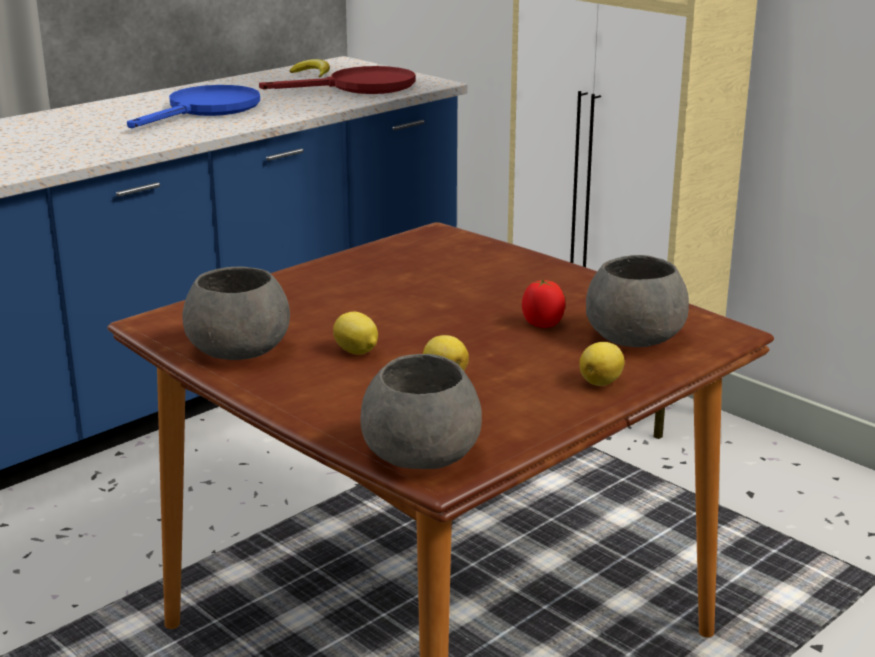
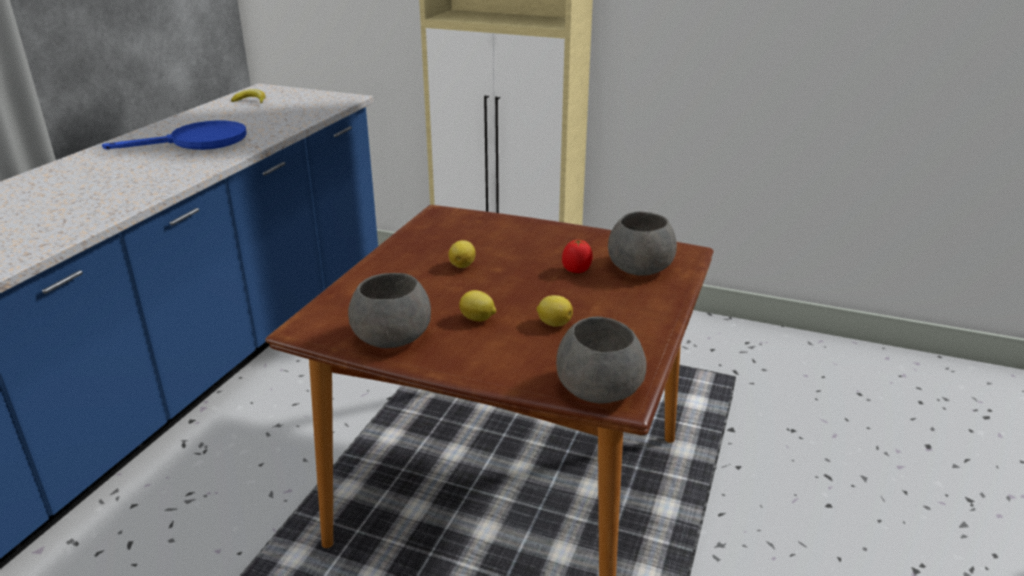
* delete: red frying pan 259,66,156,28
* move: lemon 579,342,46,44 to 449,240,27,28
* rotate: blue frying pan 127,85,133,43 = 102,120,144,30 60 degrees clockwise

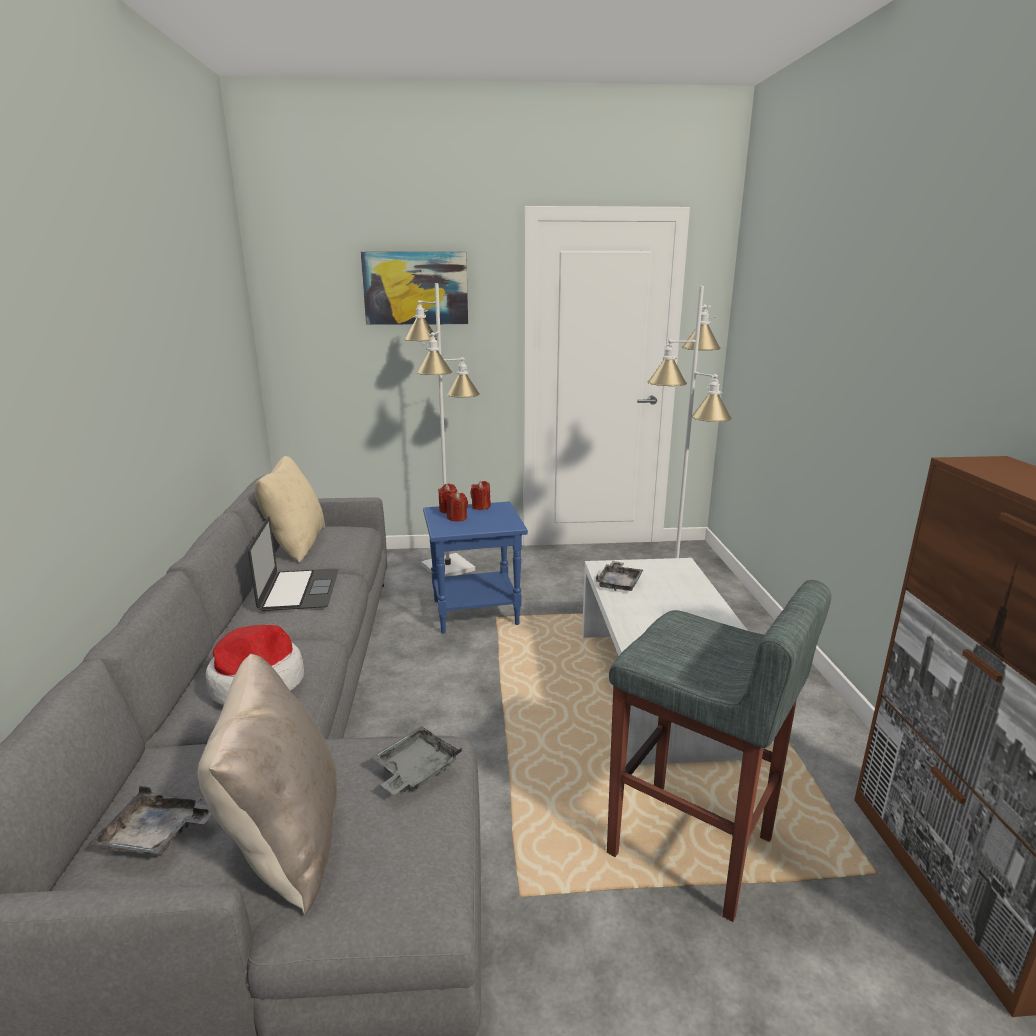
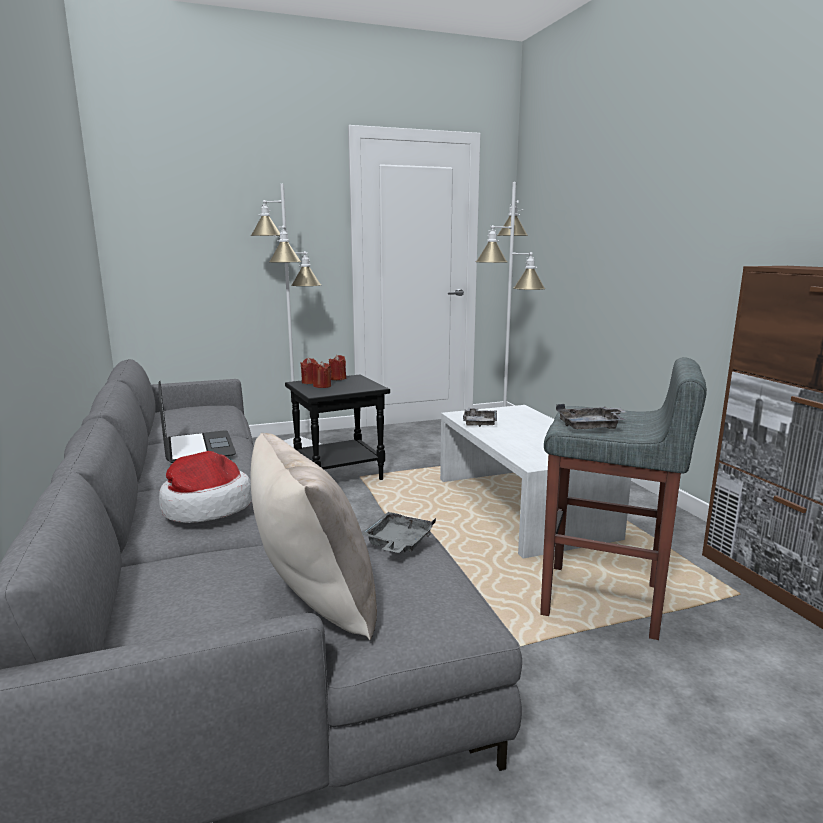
* delete: beige pillow 255,456,70,107
* delete: picture 361,252,107,73
* move: grey tray 88,786,124,70 to 556,404,70,25
* recolor: blue side table 423,501,105,133 to black side table 285,375,105,105

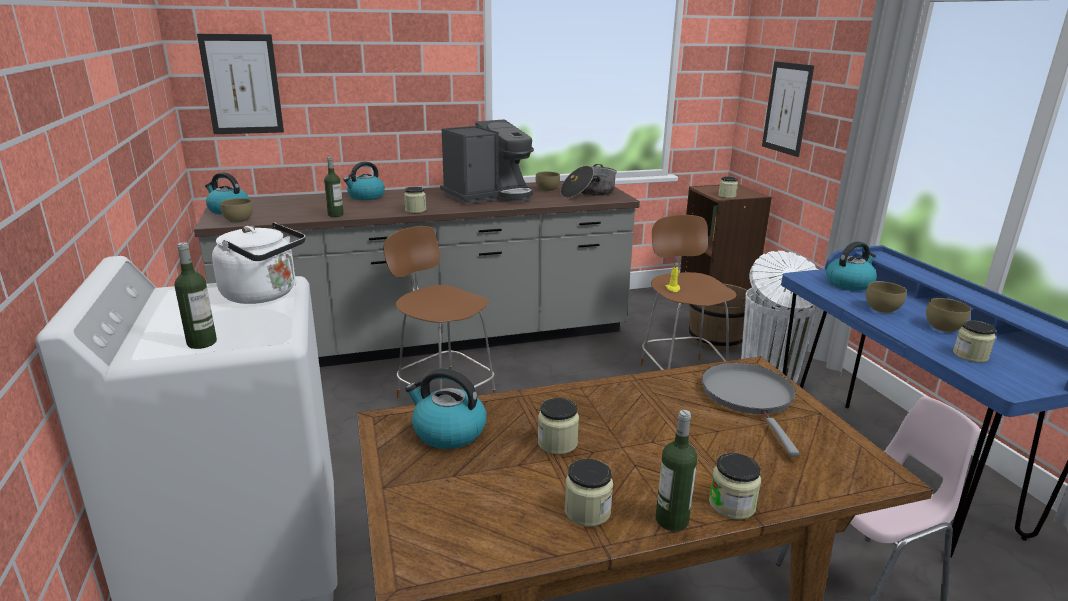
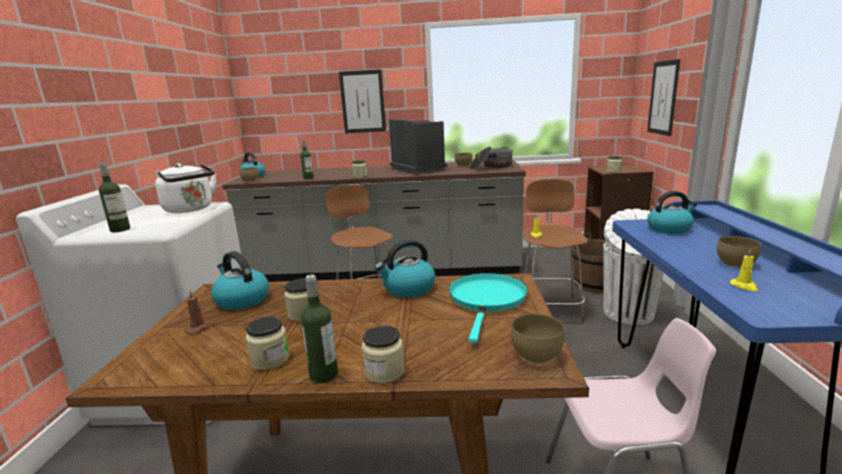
* insert: brown candle 185,290,29,44
* move: picture 197,34,87,100 to 339,69,47,64
* move: kettle 343,161,42,39 to 375,240,60,57
* move: brown bowl 866,281,41,32 to 511,313,54,51
* replace: jar 953,320,43,43 to yellow candle 730,248,28,43
* recolor: grey frying pan 702,363,97,93 to turquoise frying pan 449,273,78,70
* rotate: coffee machine 440,119,94,85 = 389,119,58,55 105 degrees counterclockwise

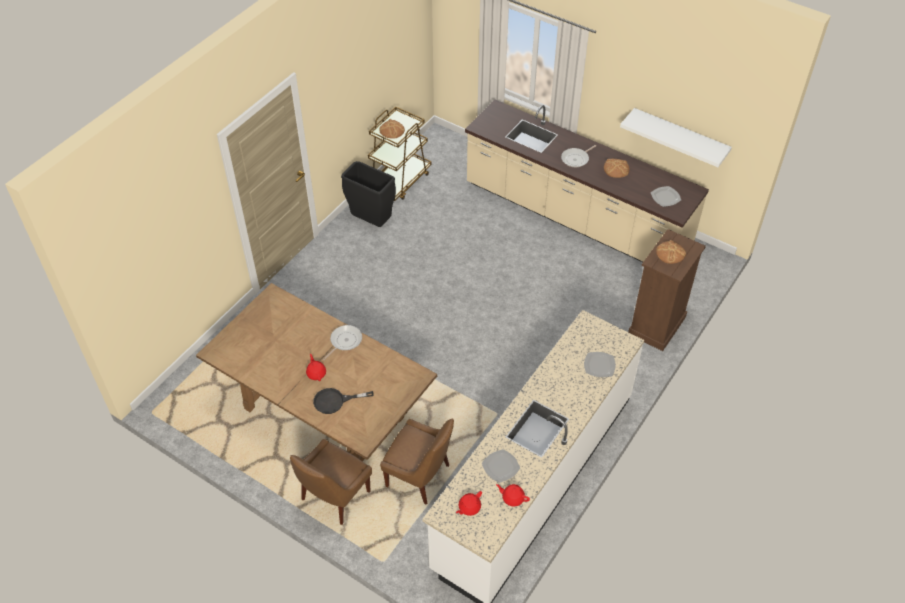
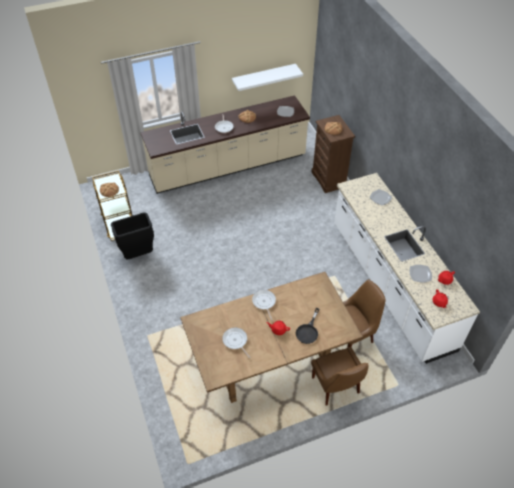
* insert: frying pan 222,328,28,30

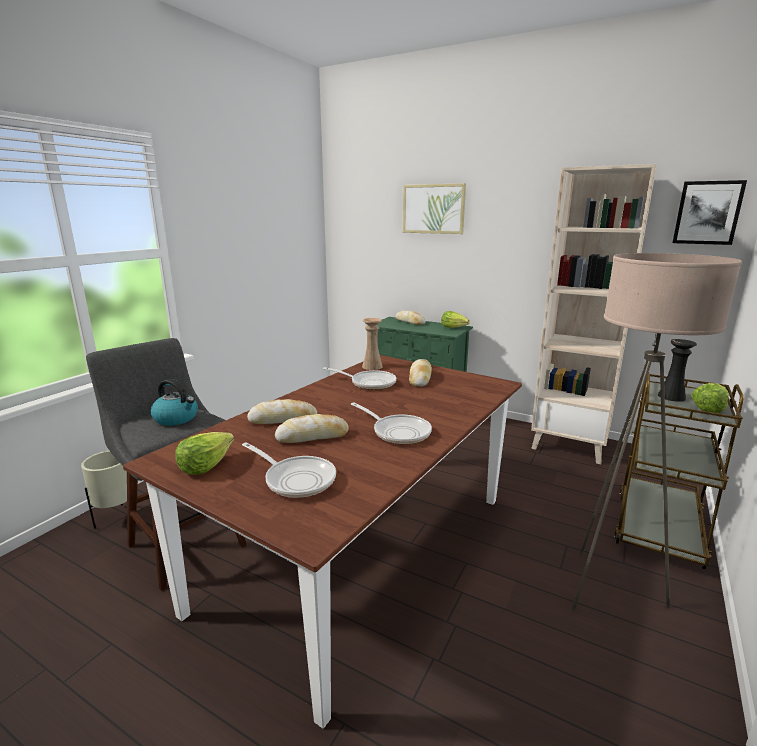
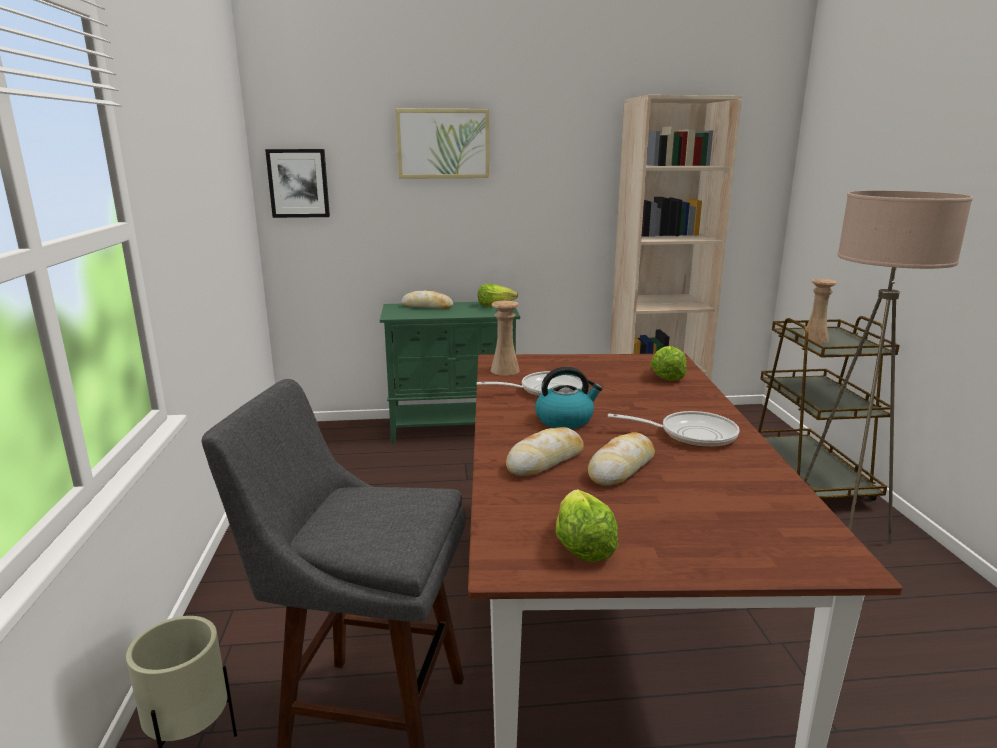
* delete: frying pan 242,442,94,56
* delete: bread 409,359,23,28
* move: kettle 151,379,47,47 to 535,367,68,62
* move: picture 672,180,75,65 to 265,149,65,69
* move: lettuce 691,383,38,30 to 651,346,36,35
* recolor: black vase 658,339,39,63 to beige vase 802,279,35,64

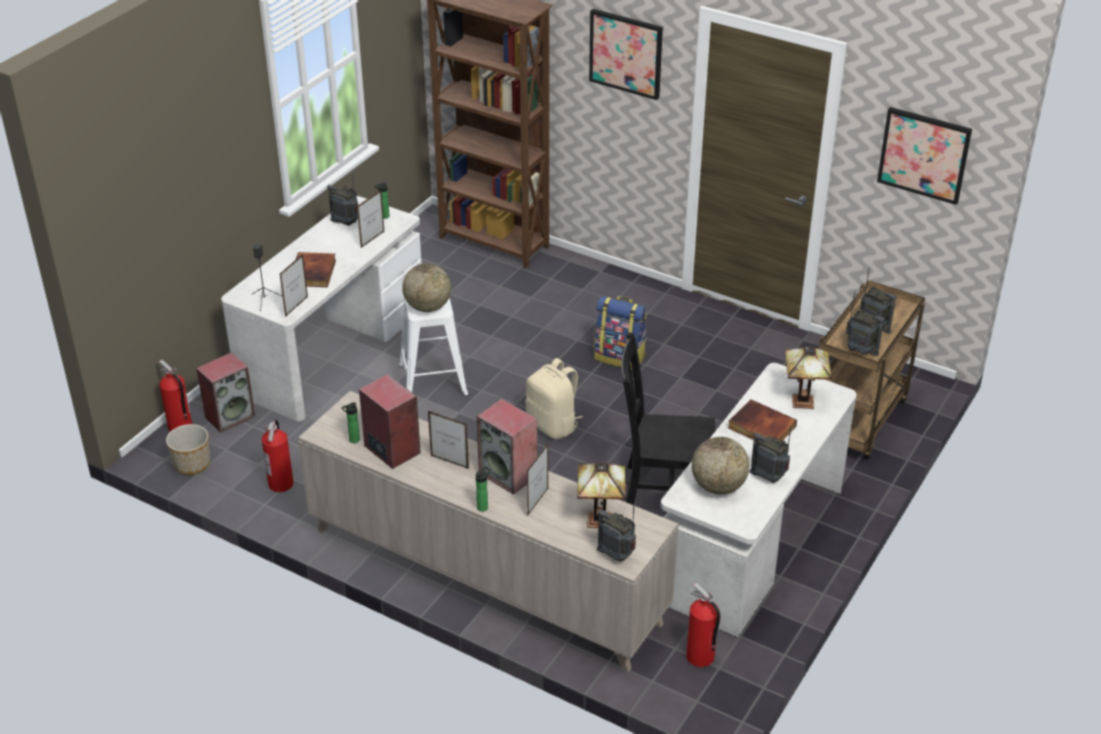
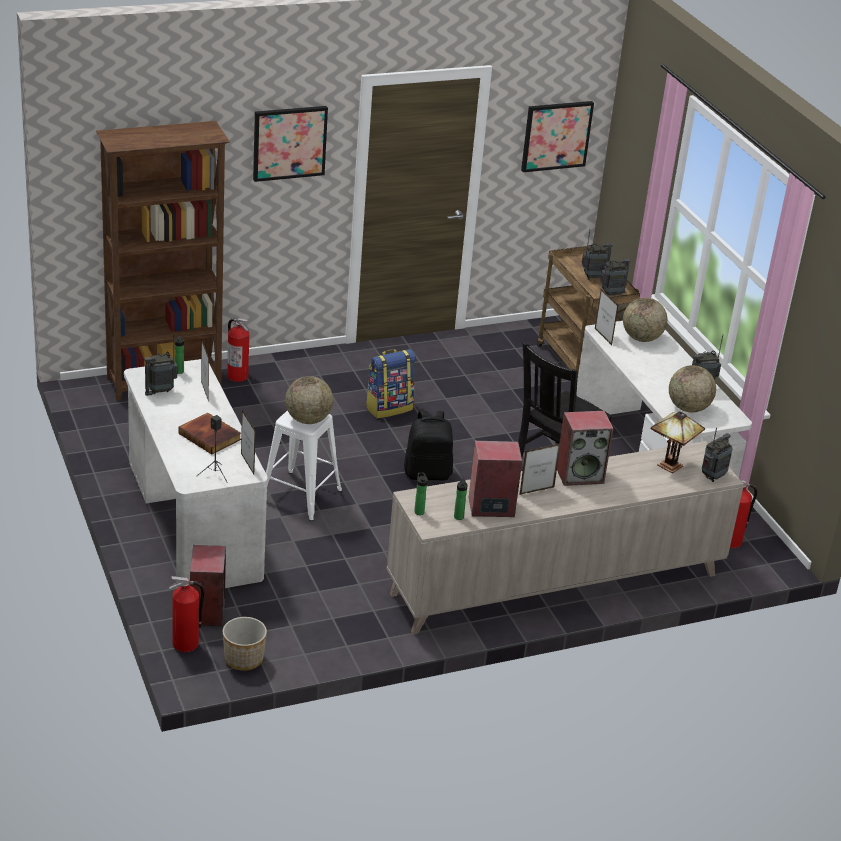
* delete: book 728,399,69,42
* move: fire extinguisher 262,419,32,73 to 227,318,22,64
* move: bottle 476,467,15,45 to 414,473,14,42
* move: picture frame 527,444,21,71 to 595,289,23,56
* replace: table lamp 785,346,47,63 to globe 623,298,44,44
* recolor: beige backpack 526,358,57,81 to black backpack 404,411,49,69
* rotate: radio 597,505,39,57 = 702,428,31,54 150 degrees clockwise

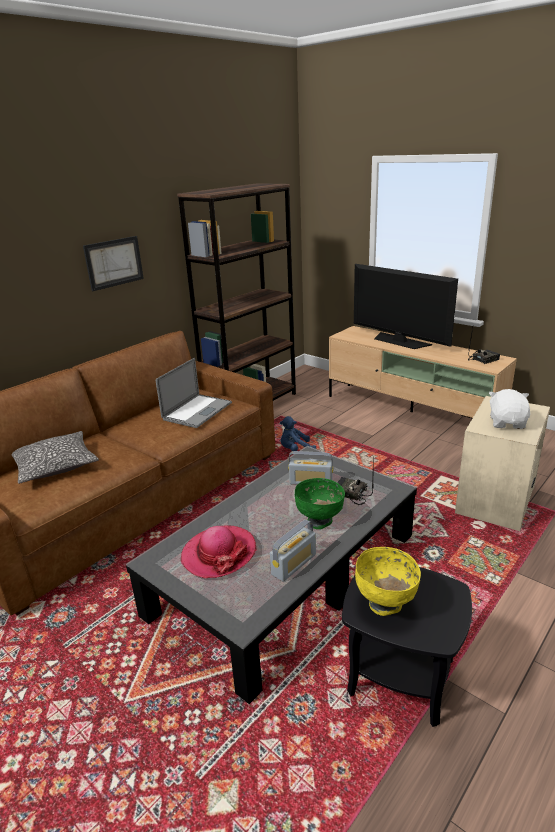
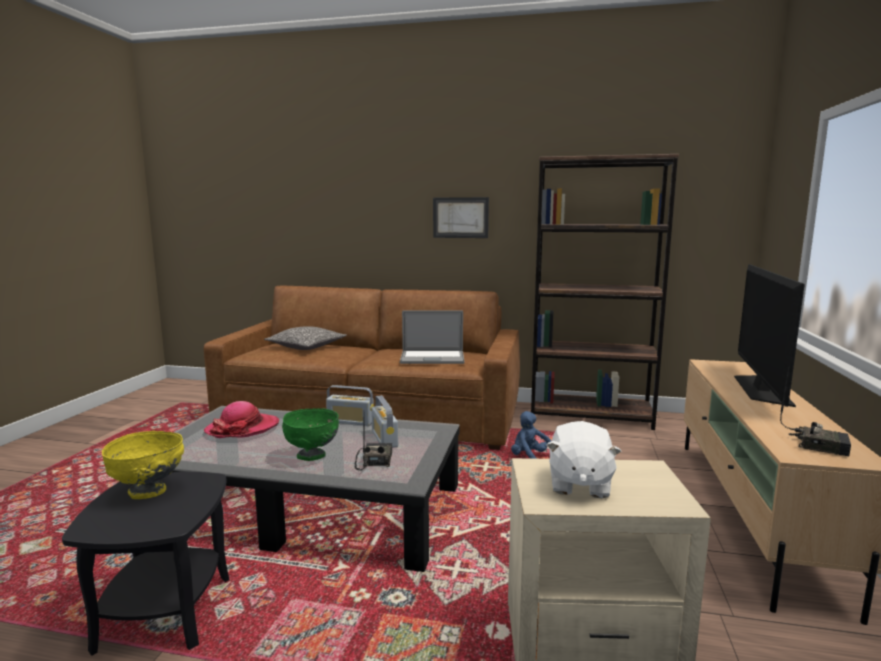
* move: radio 270,520,46,61 to 326,385,48,41
* rotate: white plush toy 489,389,41,40 = 547,421,75,77 120 degrees clockwise

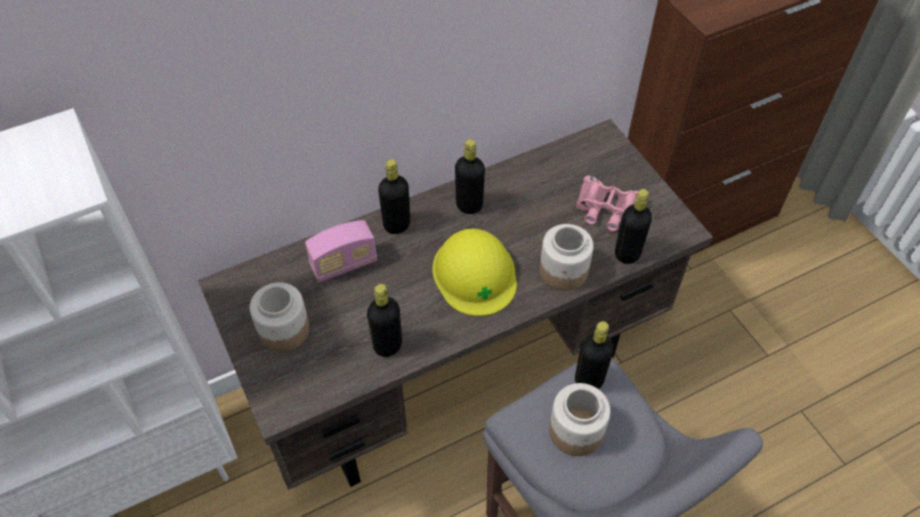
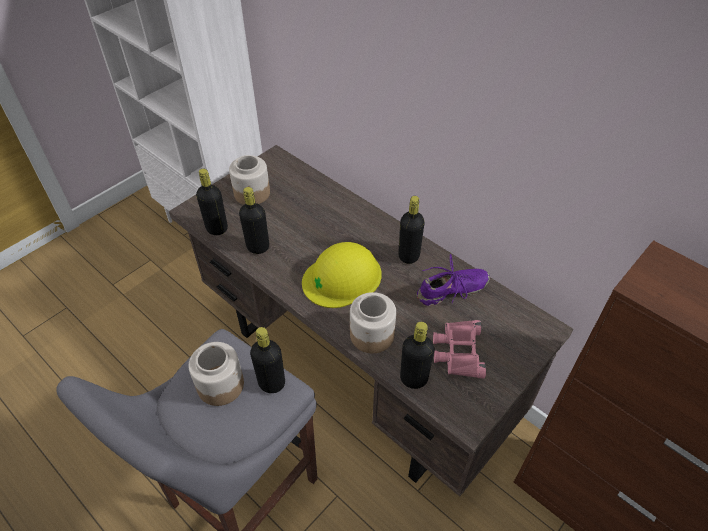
* delete: radio 305,220,72,62
* insert: purple shoe 417,254,73,52
* move: black bottle 378,159,32,75 to 196,169,32,66

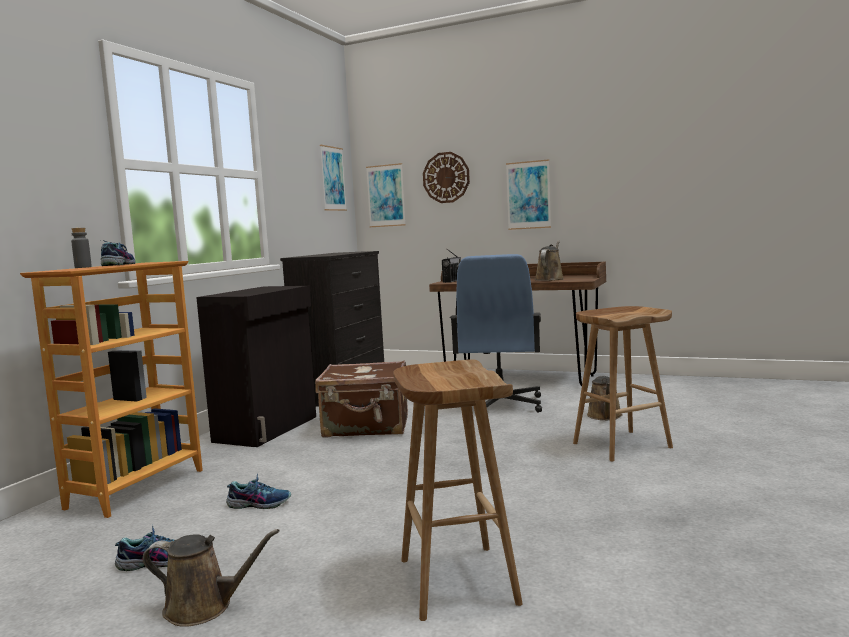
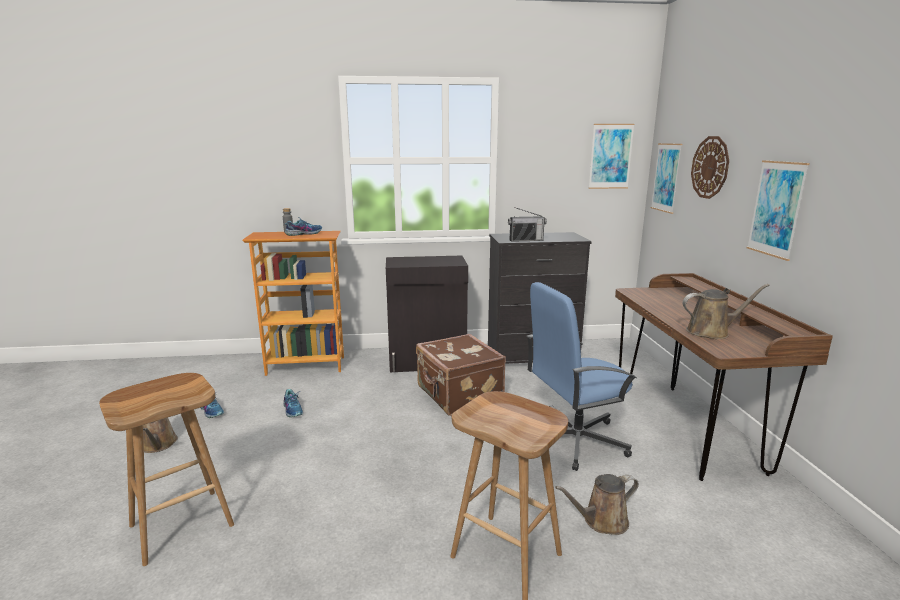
* move: radio 442,249,19,34 to 508,207,39,35

